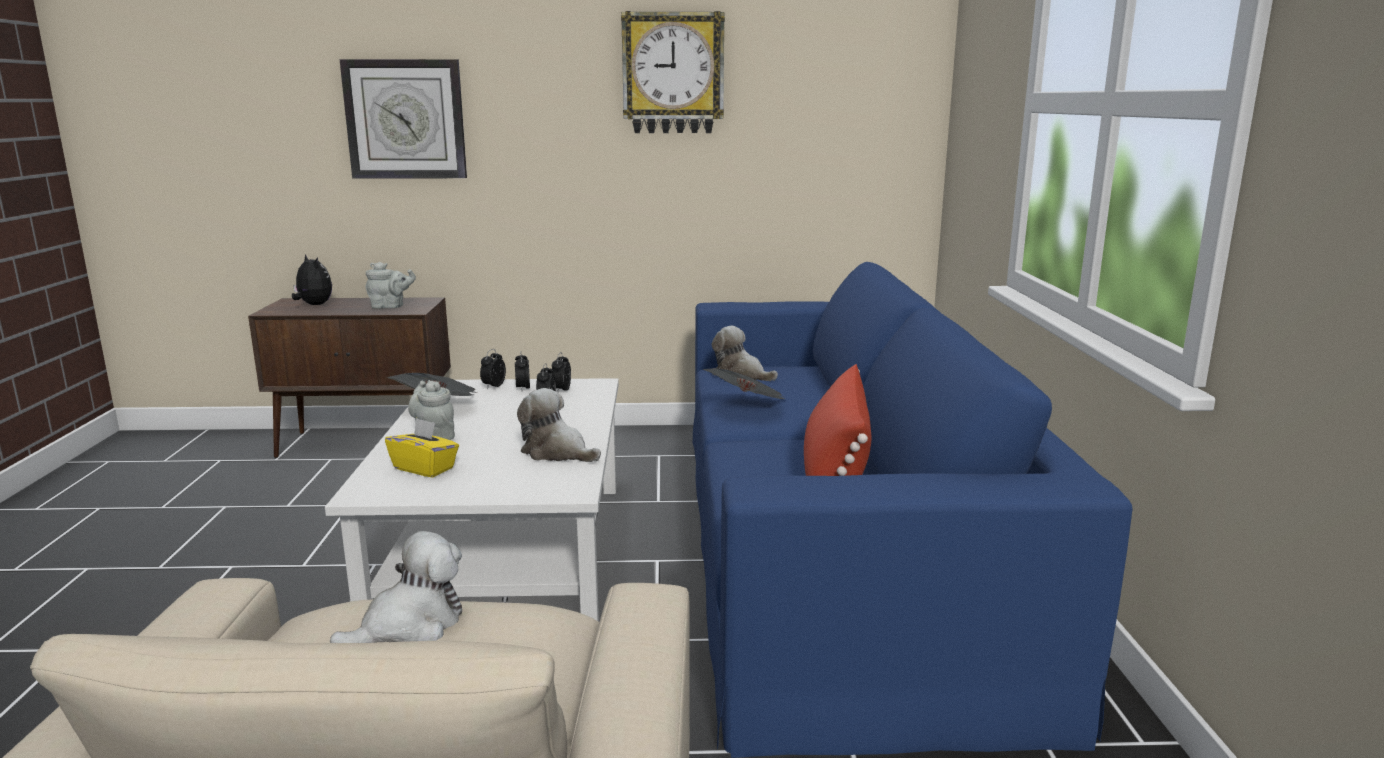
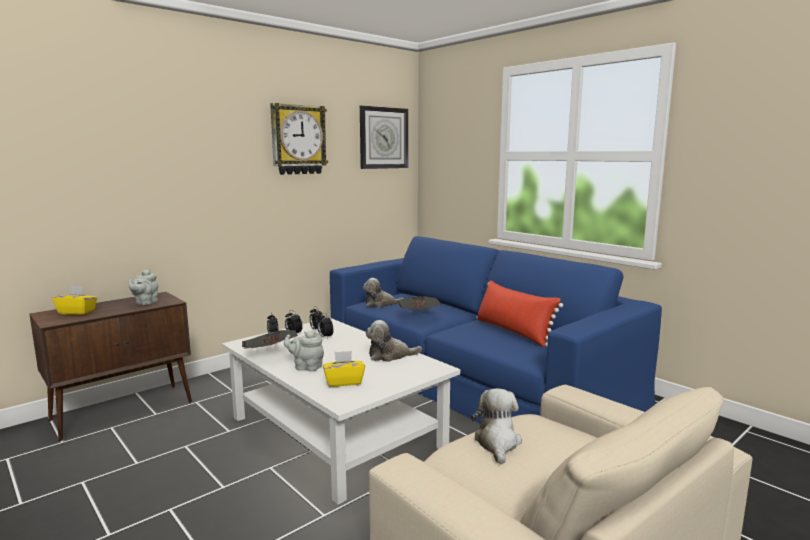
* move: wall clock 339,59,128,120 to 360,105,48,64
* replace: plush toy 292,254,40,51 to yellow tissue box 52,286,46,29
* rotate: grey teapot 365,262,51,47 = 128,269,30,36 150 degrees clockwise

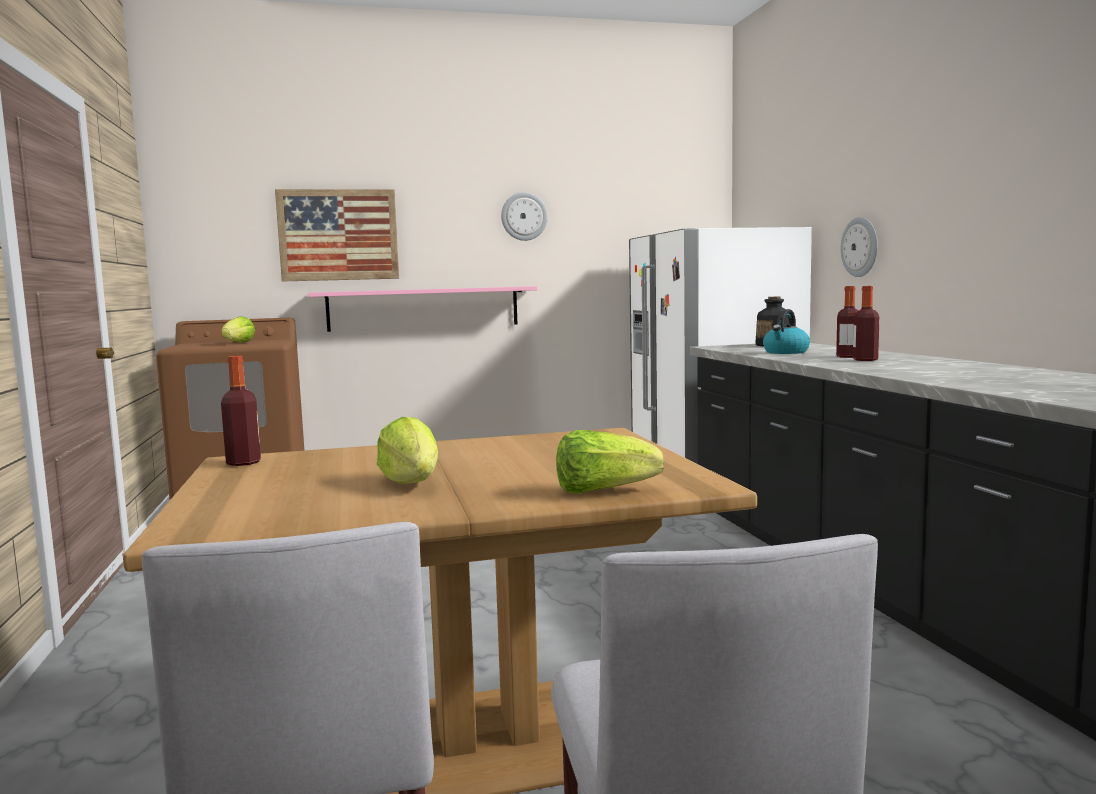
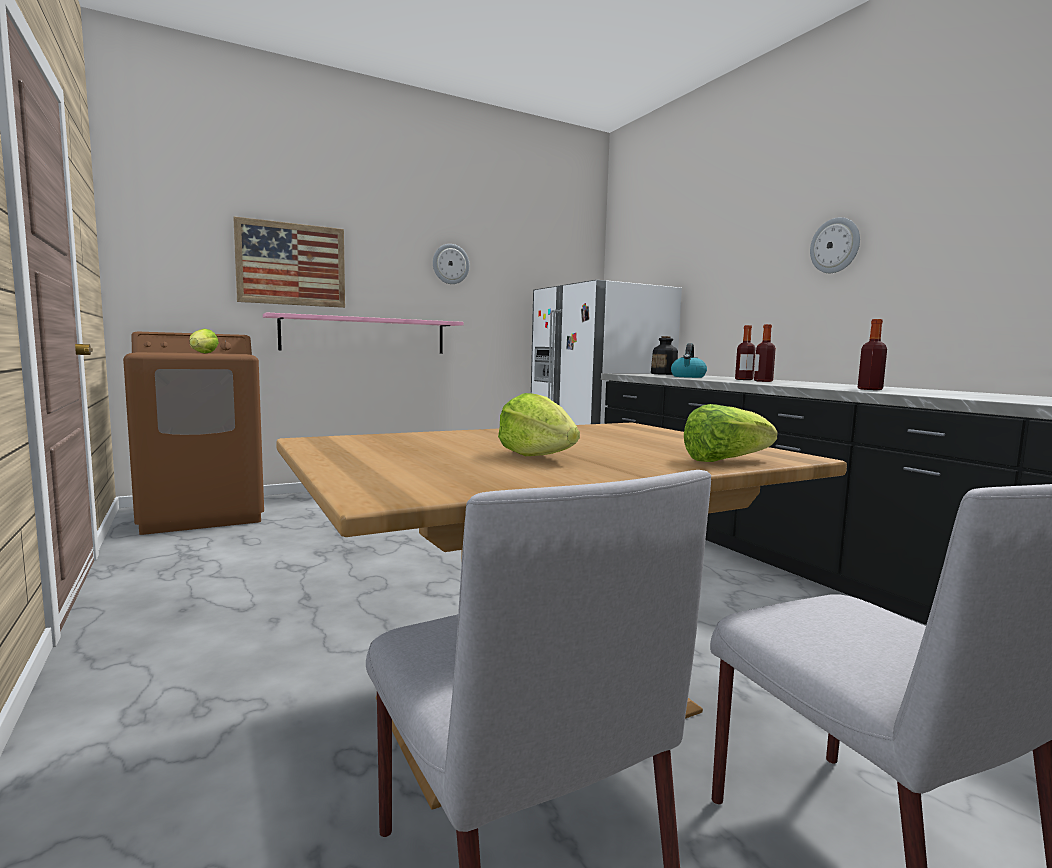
* move: bottle 221,356,40,110 to 858,319,29,71
* move: wall clock 841,217,37,60 to 810,217,50,56

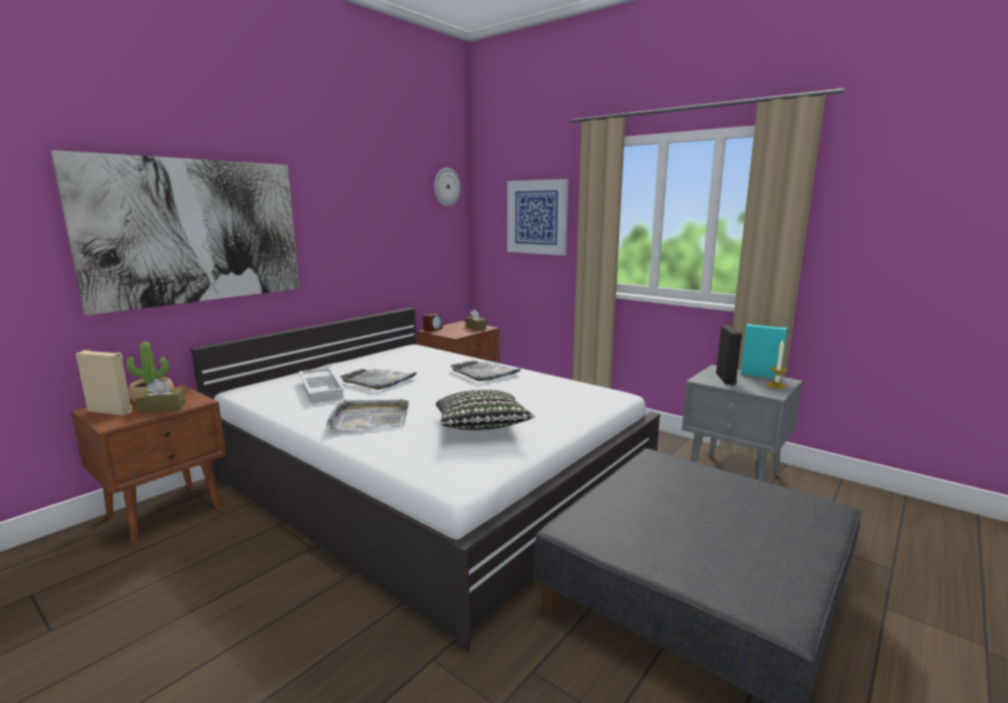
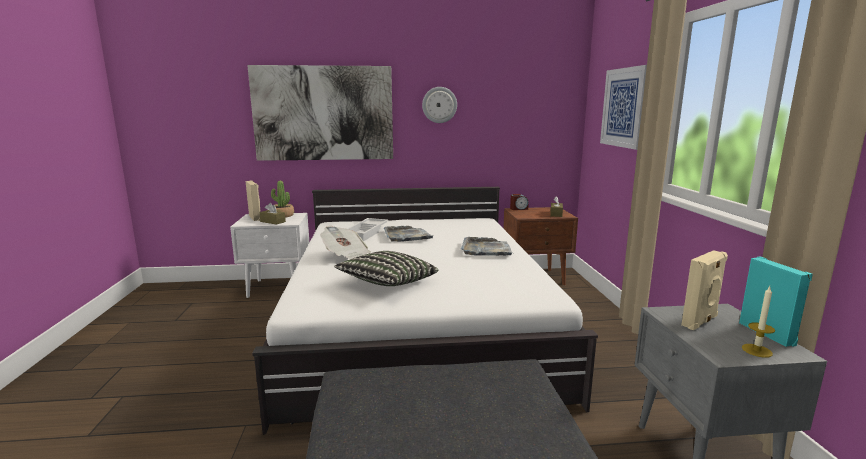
* move: wall clock 434,168,27,38 to 422,87,35,36
* replace: grey tray 326,399,83,31 to newspaper 320,226,51,33
* recolor: brown nightstand 71,385,155,160 to white nightstand 230,213,80,85
* recolor: black speaker 716,325,26,60 to beige speaker 681,250,47,80

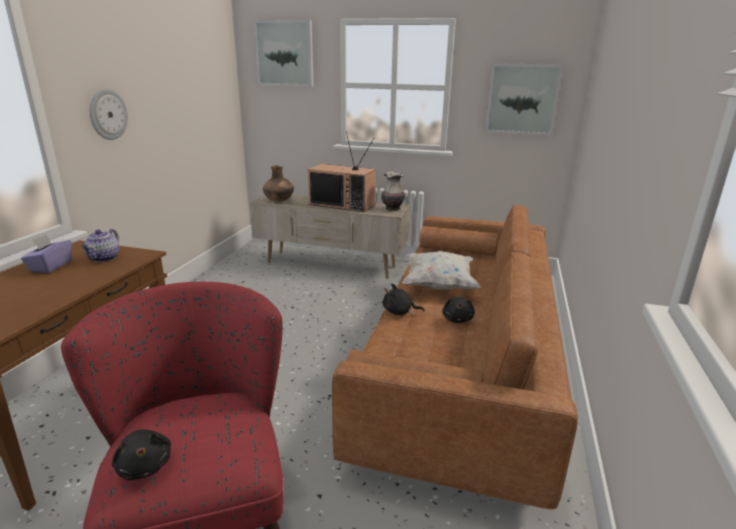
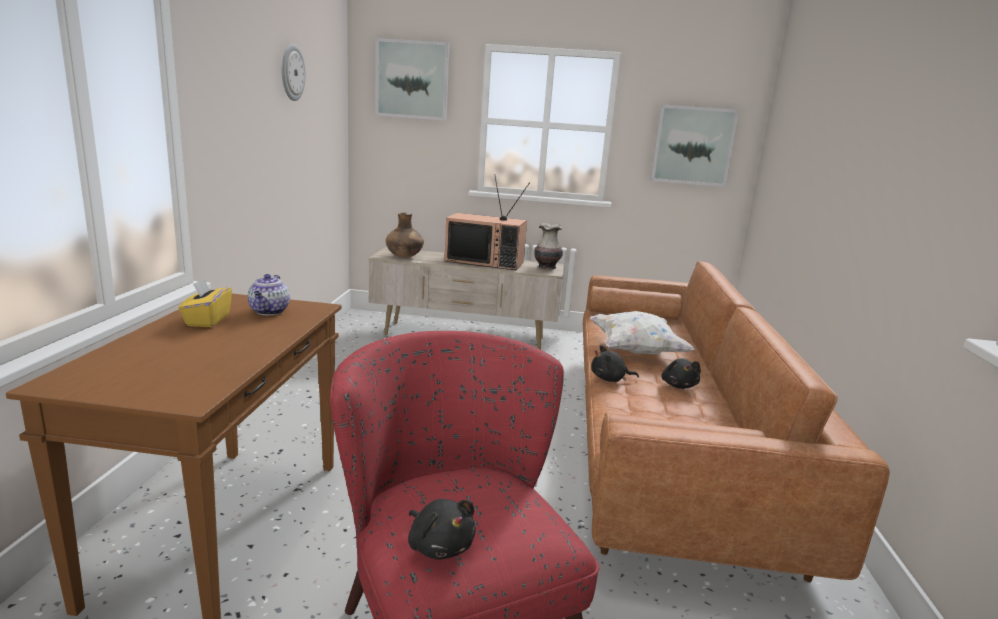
* move: wall clock 90,89,38,51 to 282,44,24,57
* recolor: purple tissue box 21,234,51,39 to yellow tissue box 178,277,54,50

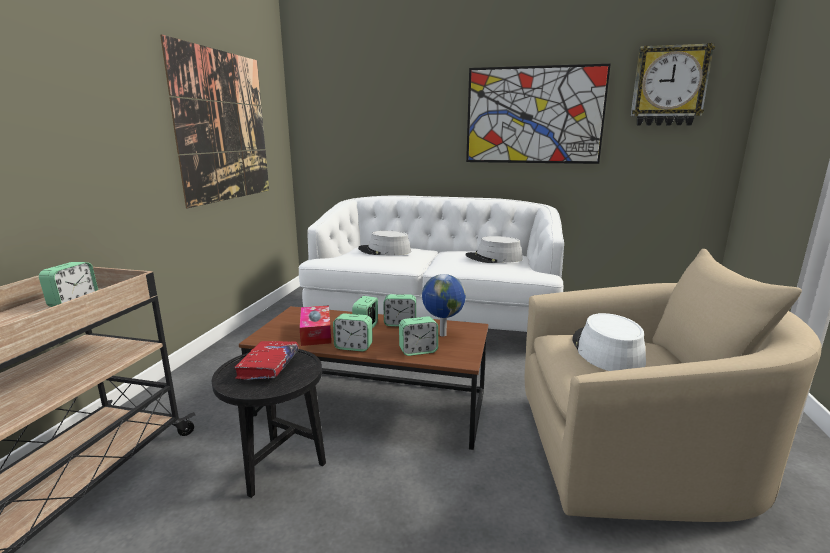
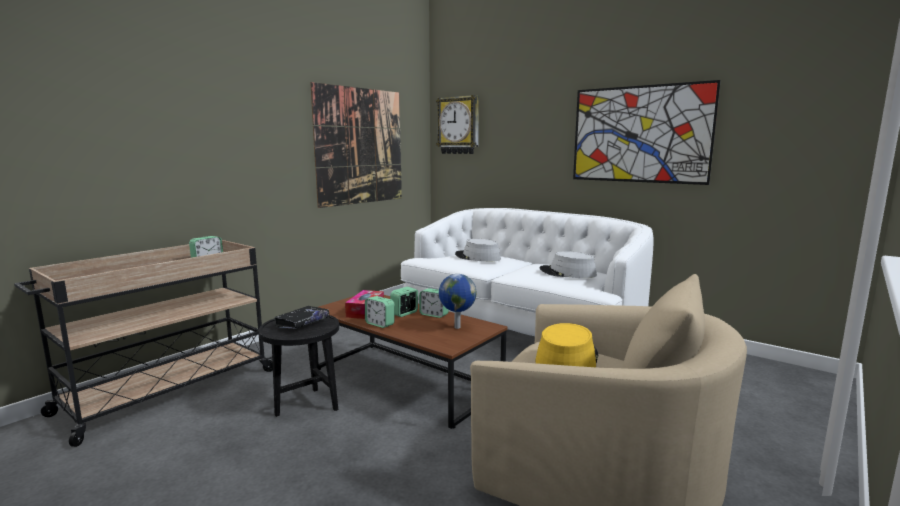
* delete: alarm clock 399,316,39,40
* move: wall clock 631,43,84,83 to 436,95,43,59
* recolor: red book 235,341,63,39 to black book 274,306,55,23
* recolor: white hat 572,313,74,58 to yellow hat 535,323,63,44

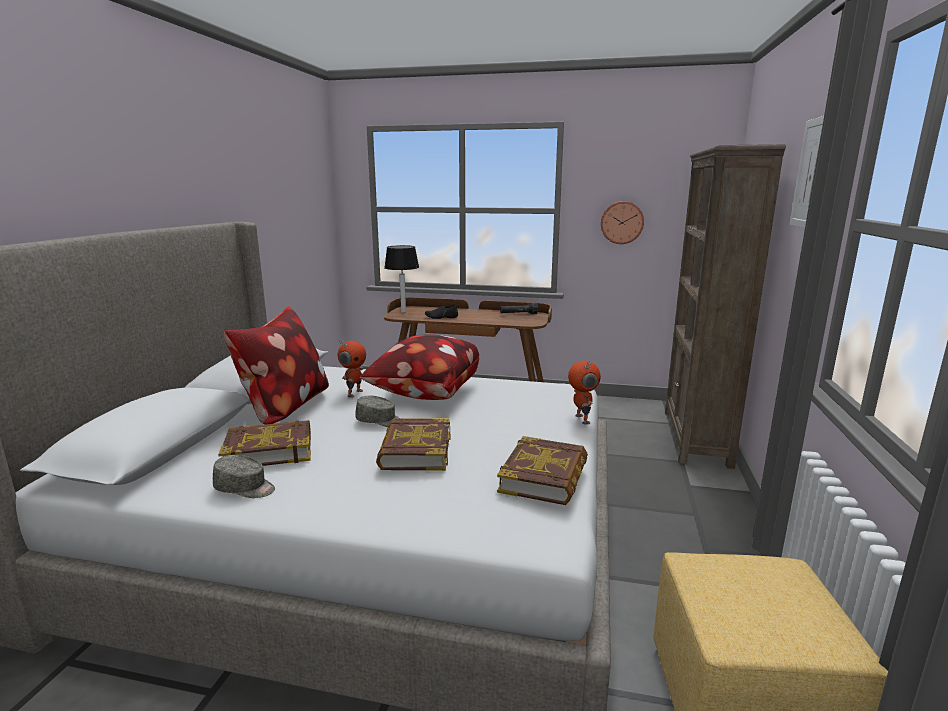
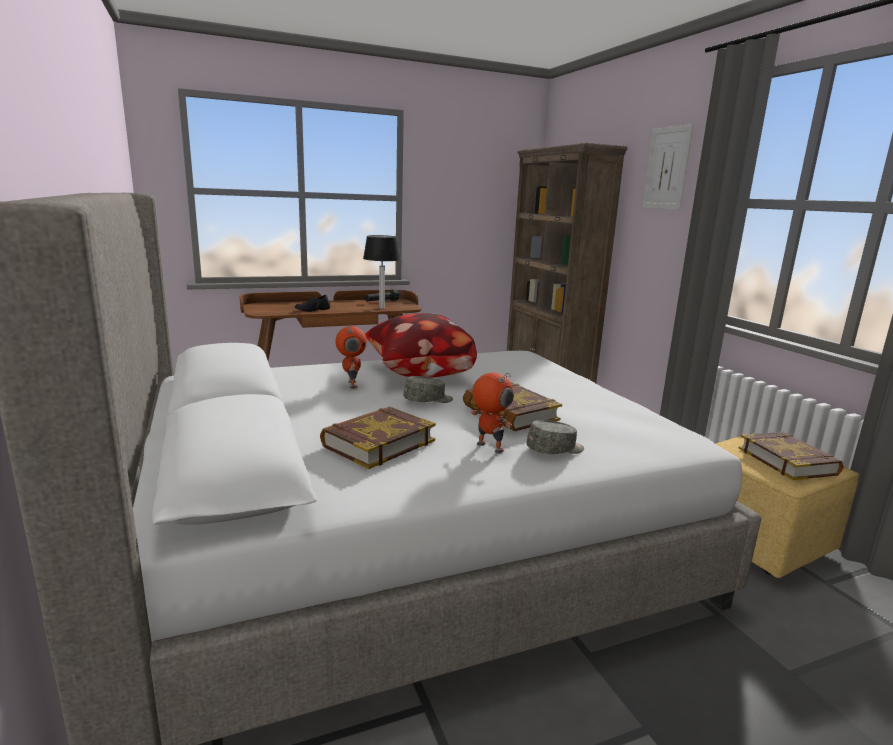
* delete: pillow 224,306,105,119
* delete: wall clock 601,201,43,43
* move: grey cap 213,455,62,43 to 526,420,58,34
* move: table lamp 384,245,35,68 to 363,235,38,74
* move: book 497,436,91,69 to 739,432,105,48
* move: toy robot 568,361,33,64 to 471,372,43,81

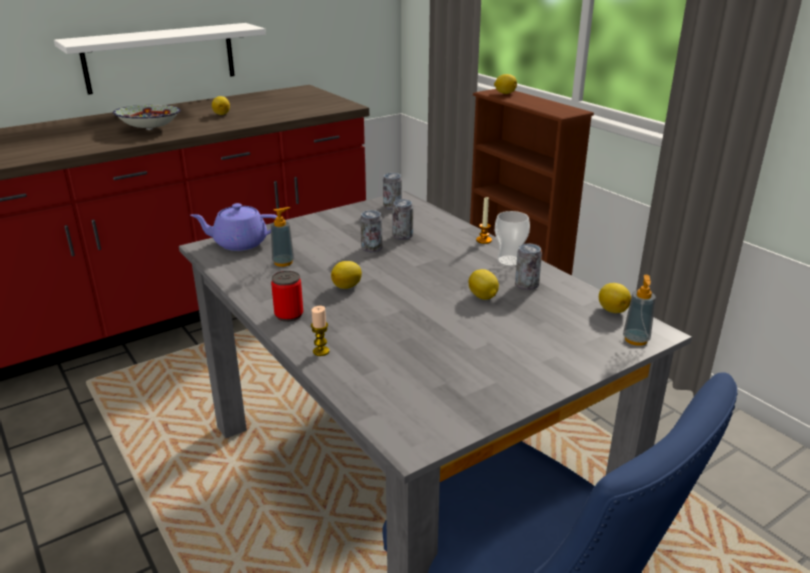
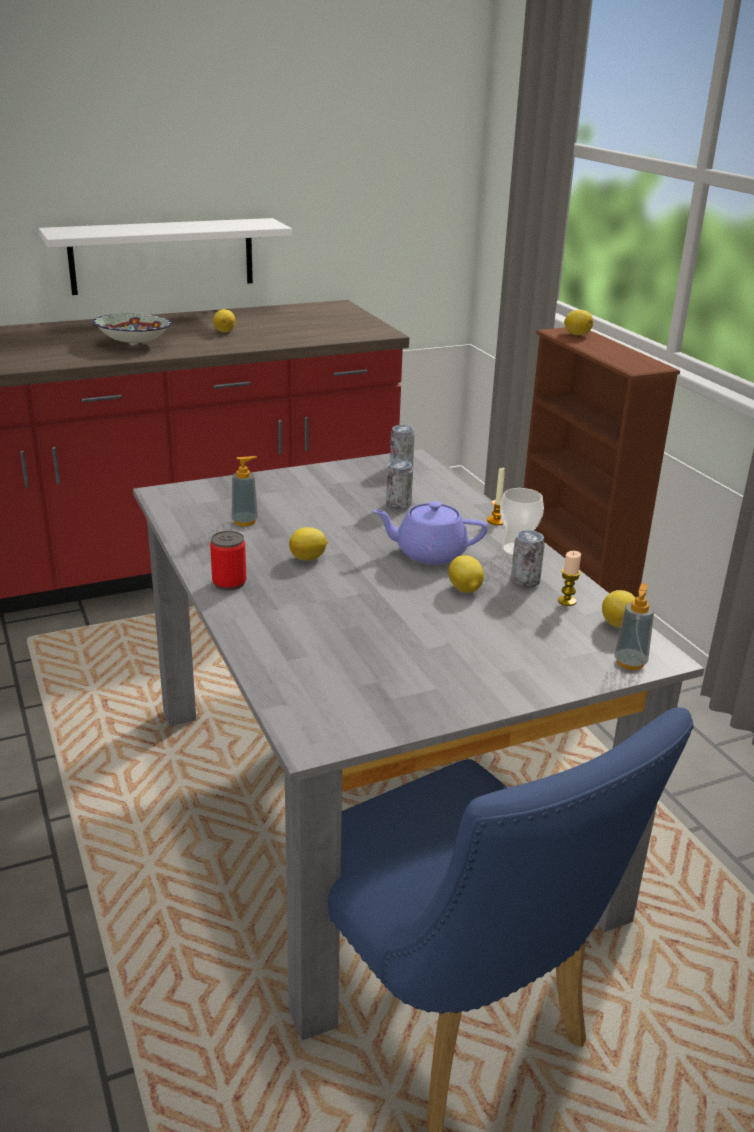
* delete: can 360,210,22,42
* move: purple teapot 190,203,88,48 to 373,501,114,63
* move: candle 311,306,18,50 to 558,551,23,55

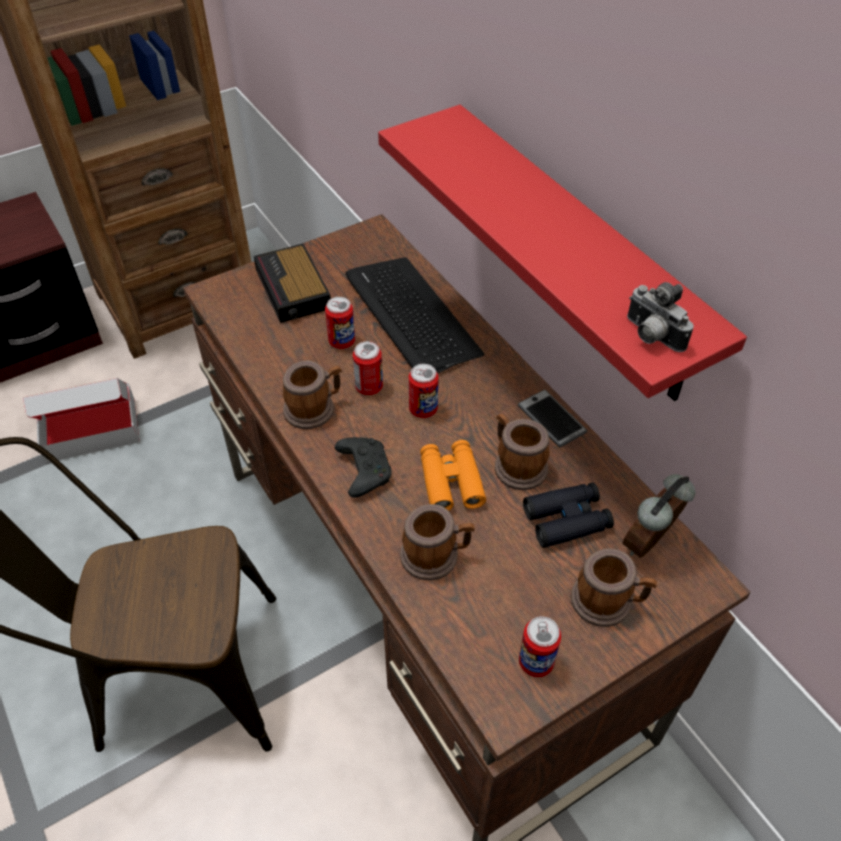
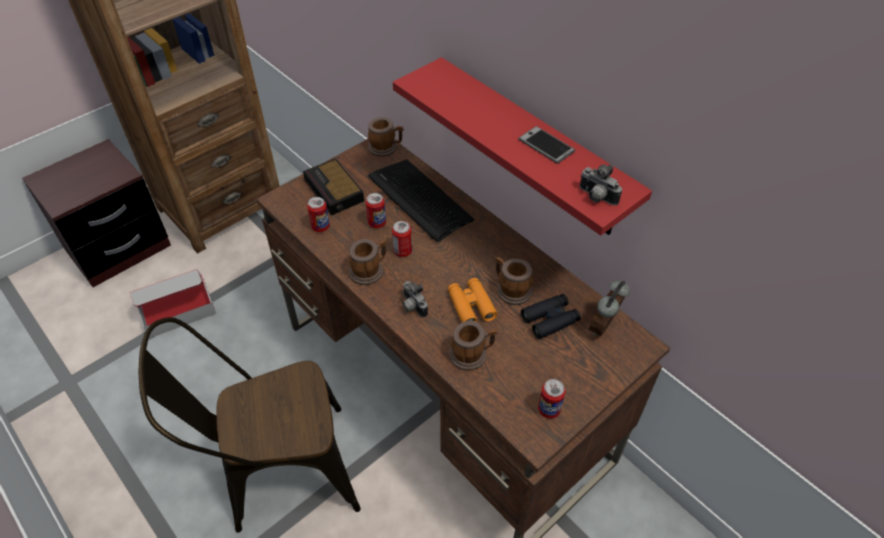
* move: can 409,364,30,54 to 307,197,23,35
* move: phone 518,389,69,58 to 518,126,57,38
* move: mug 571,549,86,78 to 368,117,35,40
* replace: black game controller 335,437,57,61 to photo camera 402,281,26,37

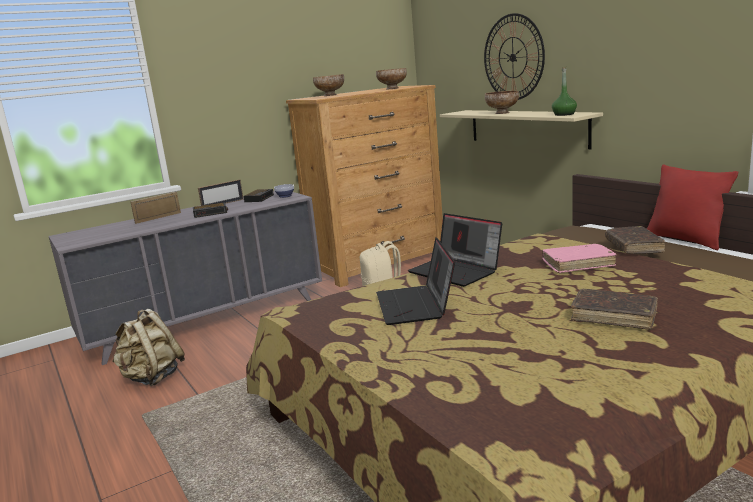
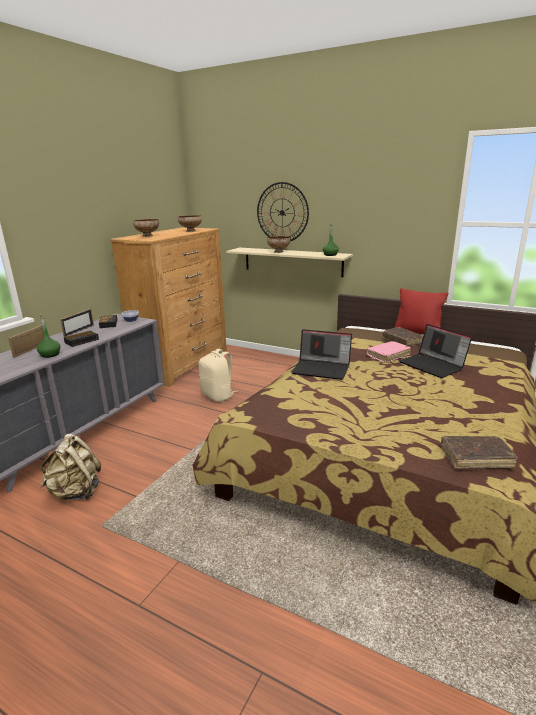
* insert: green bottle 36,315,25,43
* move: laptop 376,238,79,87 to 399,324,73,54
* move: brown book 571,289,87,41 to 441,436,77,33

